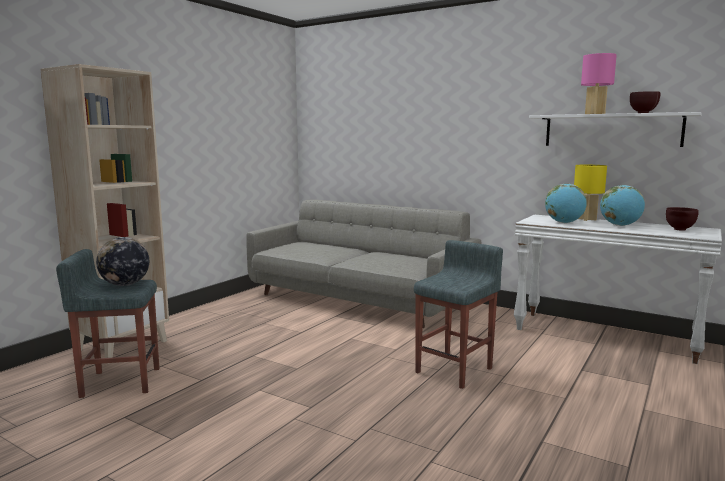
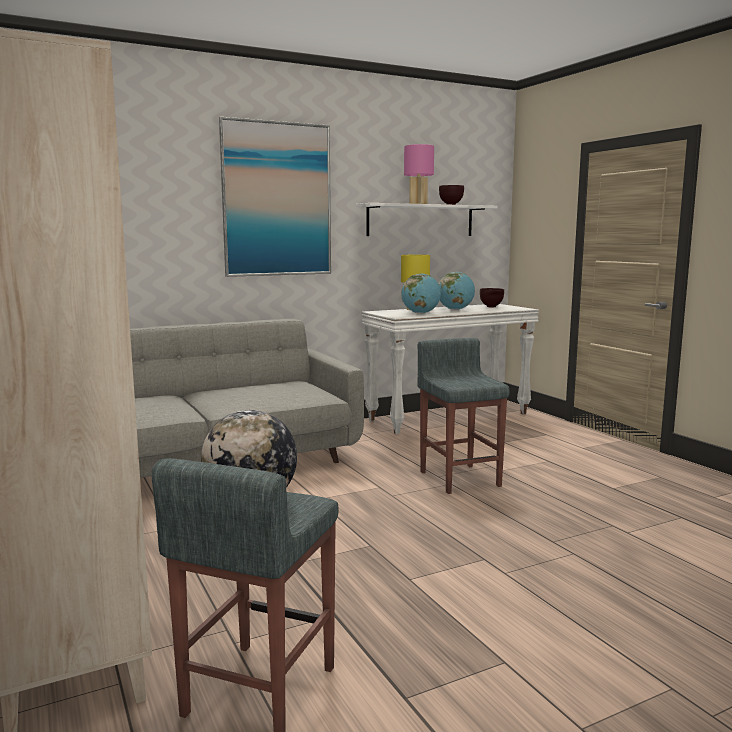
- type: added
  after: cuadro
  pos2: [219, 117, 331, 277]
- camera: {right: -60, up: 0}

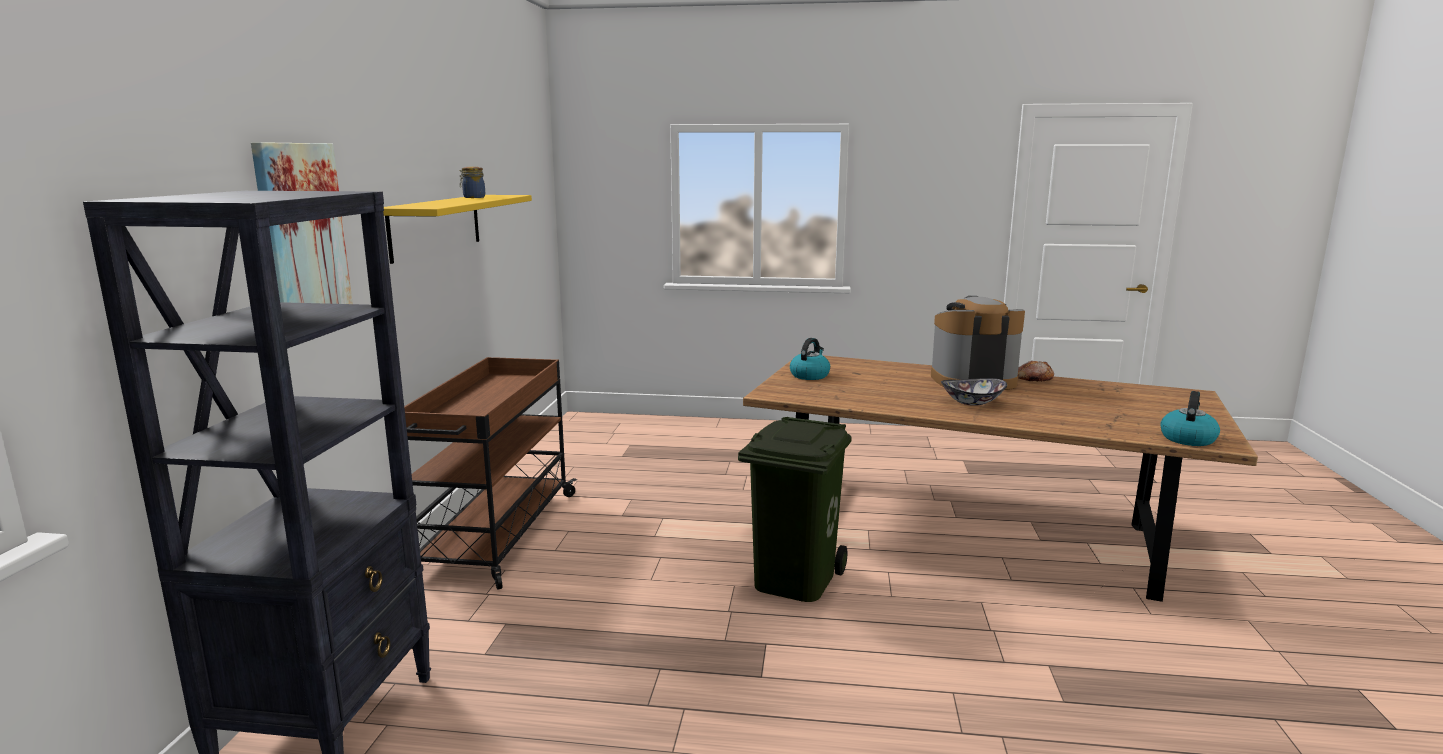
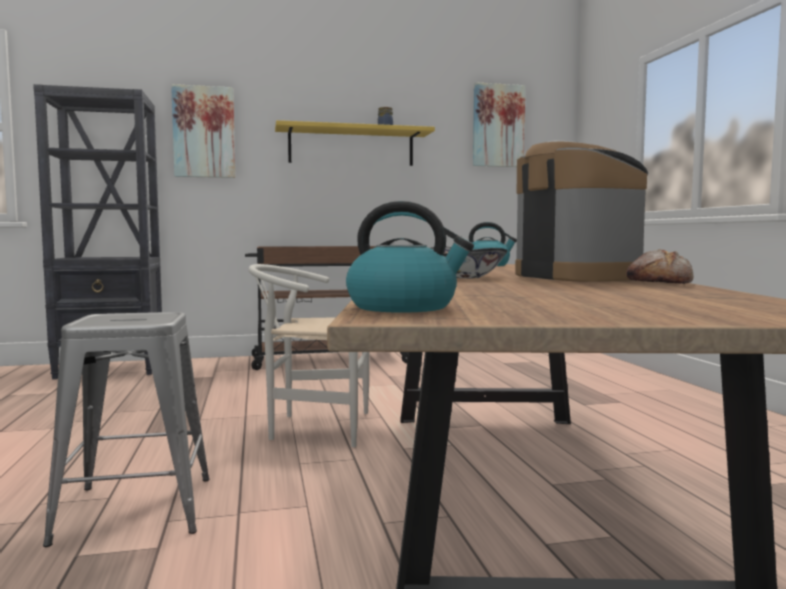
- type: replaced
  before: papelera (verde)
  after: silla (blanco)
  pos1: [738, 417, 852, 602]
  pos2: [248, 264, 369, 447]
- type: added
  after: taburete (gris)
  pos2: [43, 312, 210, 547]
- type: added
  after: cuadro
  pos2: [473, 82, 525, 167]
- camera: {right: 70, up: -10}

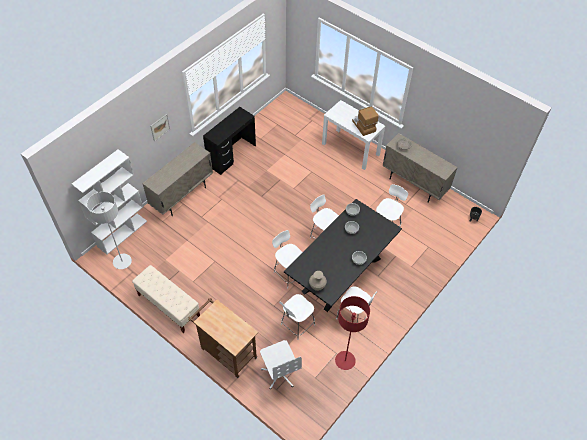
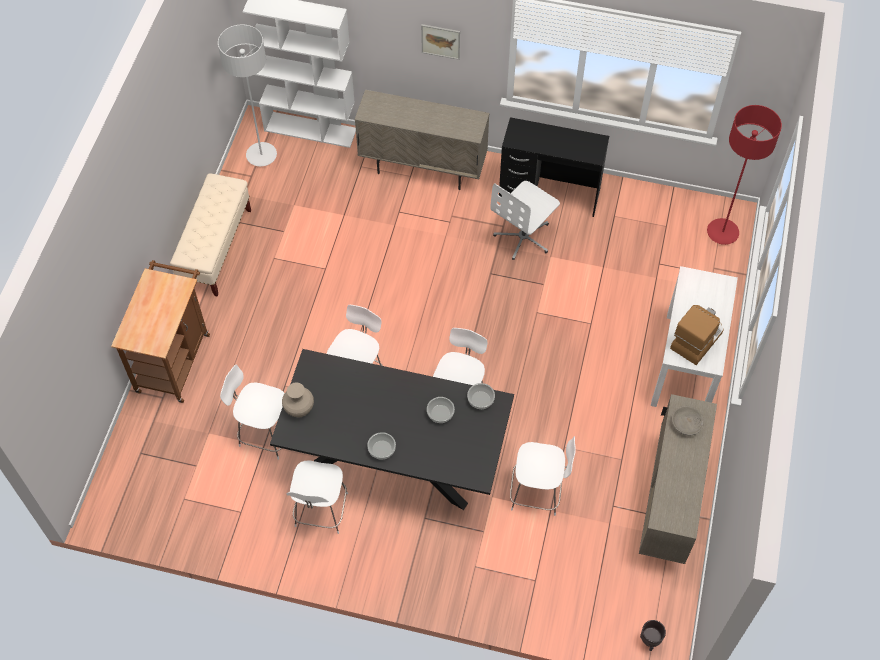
- type: moved
  before: silla de oficina (blanco)
  pos1: [260, 340, 302, 390]
  pos2: [490, 181, 560, 260]
- type: moved
  before: lámpara de pie (rojo)
  pos1: [335, 296, 370, 370]
  pos2: [707, 105, 782, 245]
- camera: {right: 65, up: 5}

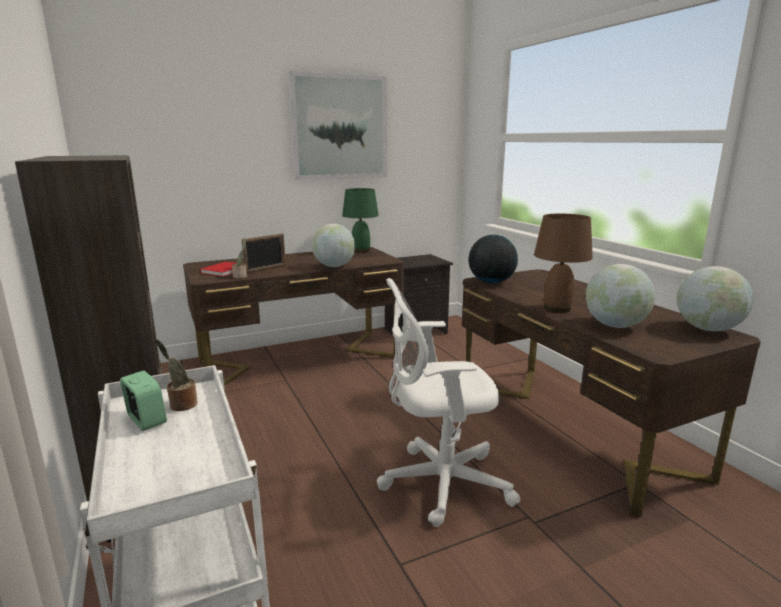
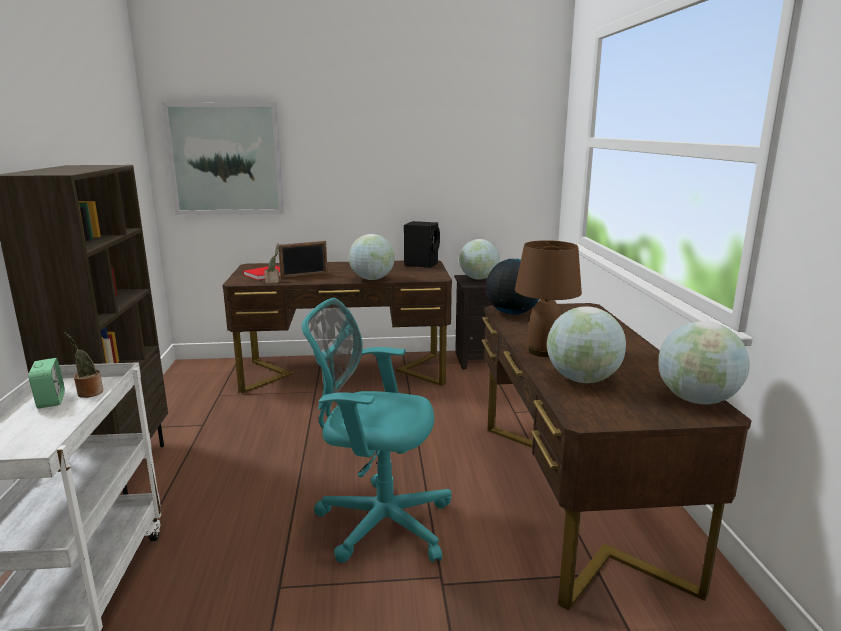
- type: moved
  before: cuadro
  pos1: [289, 71, 387, 180]
  pos2: [162, 102, 284, 215]
- type: replaced
  before: lámpara de mesa (verde)
  after: altavoz (negro)
  pos1: [342, 188, 379, 253]
  pos2: [404, 221, 440, 268]
- type: recoloured
  before: silla de oficina (blanco)
  after: silla de oficina (turquesa)
  pos1: [377, 278, 521, 527]
  pos2: [302, 298, 452, 563]
- type: added
  after: globo terráqueo
  pos2: [459, 239, 500, 280]
- camera: {right: 20, up: 0}

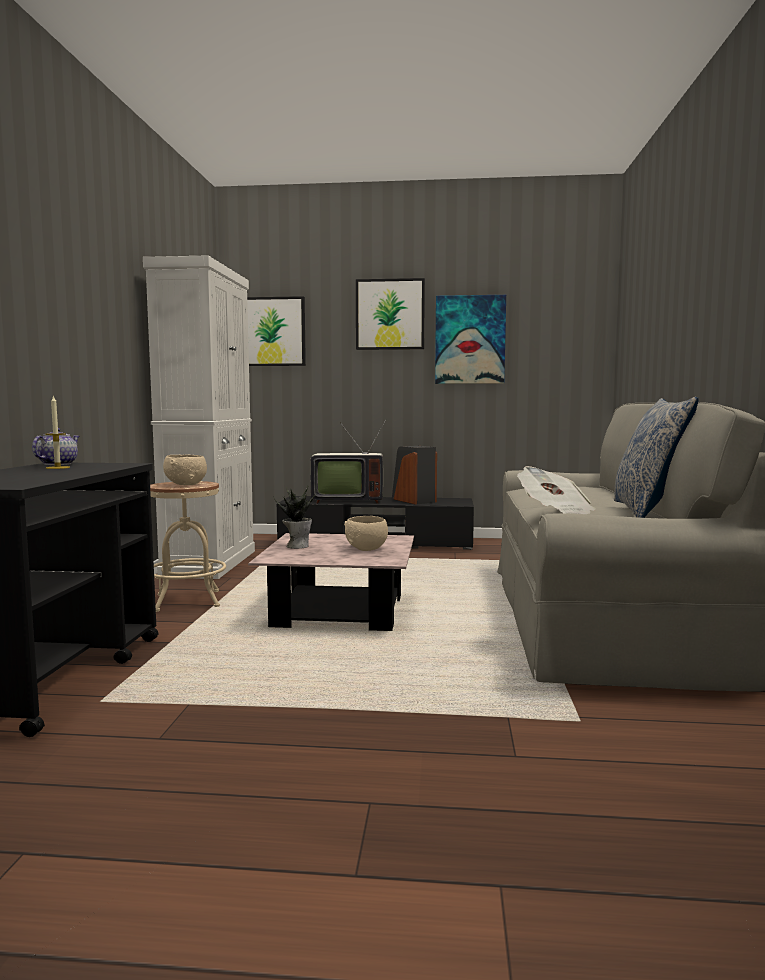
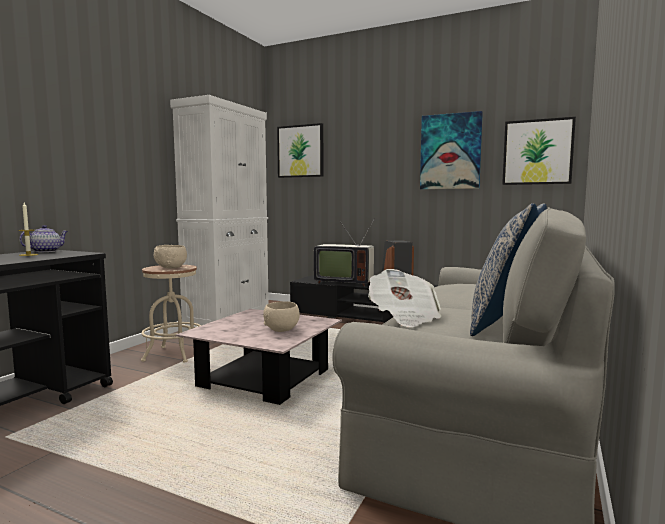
- type: removed
  before: planta en maceta
  pos1: [274, 486, 315, 549]
- type: moved
  before: cuadro
  pos1: [356, 278, 425, 350]
  pos2: [502, 117, 576, 185]
- camera: {right: 20, up: 0}

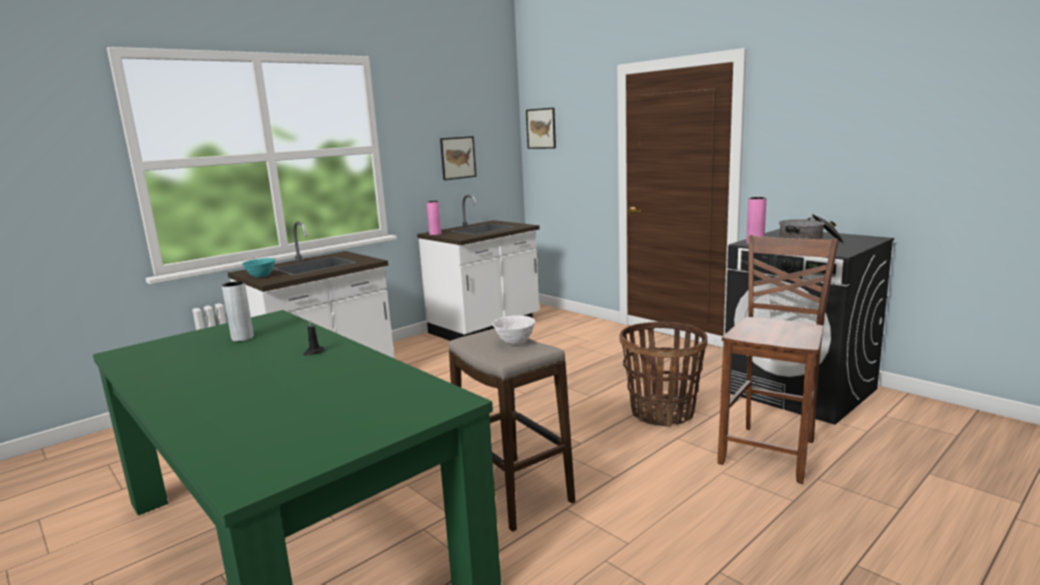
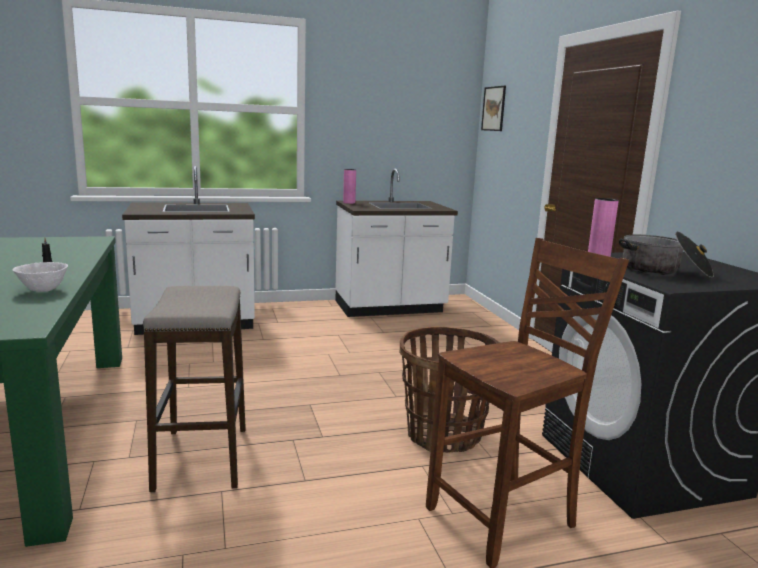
- type: removed
  before: florero (gris)
  pos1: [222, 281, 254, 342]
- type: removed
  before: cuenco (turquesa)
  pos1: [242, 258, 276, 277]
- type: removed
  before: cuadro
  pos1: [440, 136, 476, 180]
- type: moved
  before: cuenco (blanco)
  pos1: [492, 315, 535, 344]
  pos2: [12, 262, 68, 292]
- camera: {right: 25, up: 0}

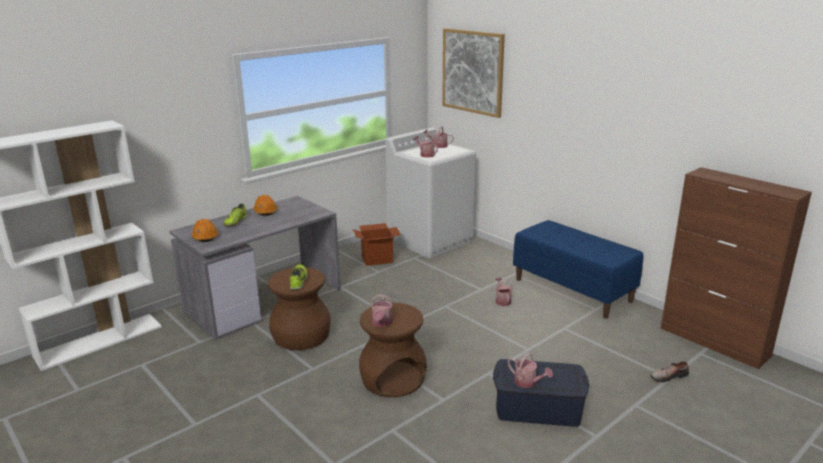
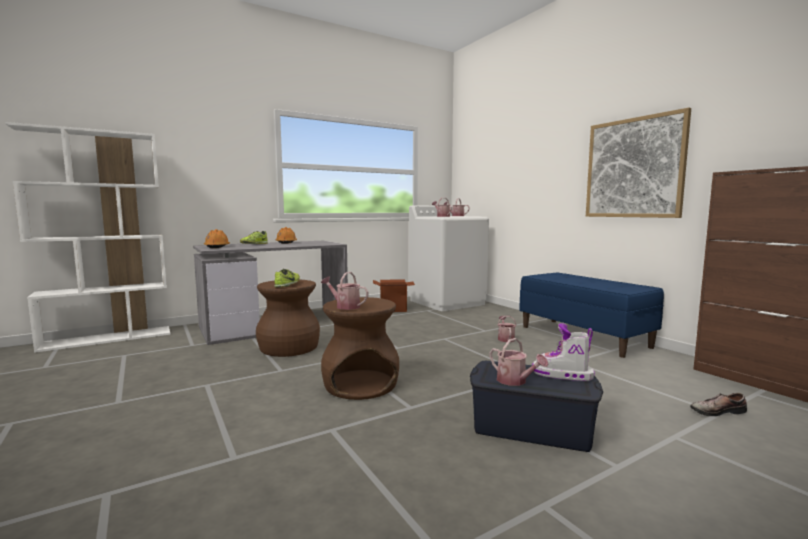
- type: turned
  before: regadera
  pos1: [370, 295, 393, 327]
  pos2: [321, 272, 369, 310]
  turn: 105
- type: moved
  before: cuadro
  pos1: [442, 28, 505, 118]
  pos2: [586, 108, 691, 218]
- type: added
  after: bota
  pos2: [532, 323, 594, 381]
- camera: {right: 10, up: -15}

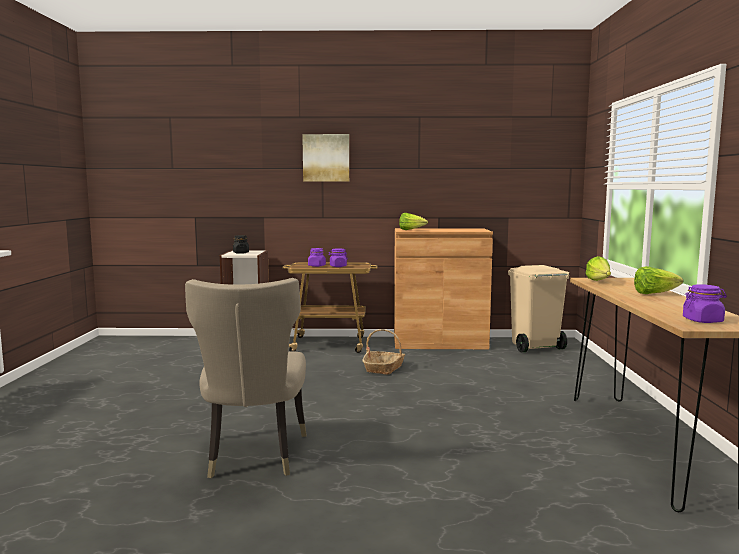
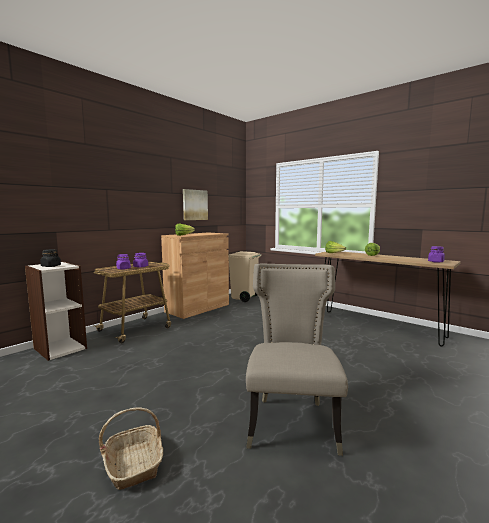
- type: turned
  before: silla (beis)
  pos1: [185, 278, 306, 478]
  pos2: [246, 264, 348, 456]
  turn: -120
- type: moved
  before: cuadro
  pos1: [302, 134, 349, 181]
  pos2: [183, 189, 208, 220]
- type: moved
  before: cesta
  pos1: [363, 329, 405, 375]
  pos2: [99, 408, 163, 490]
- camera: {right: -50, up: 0}

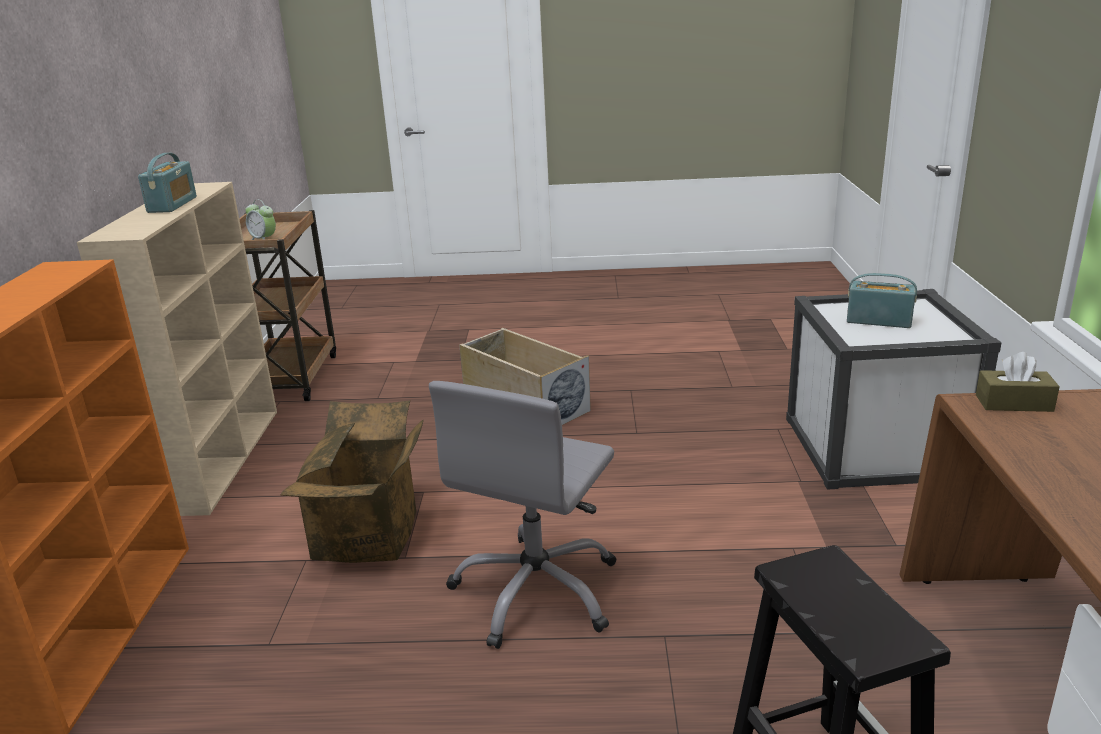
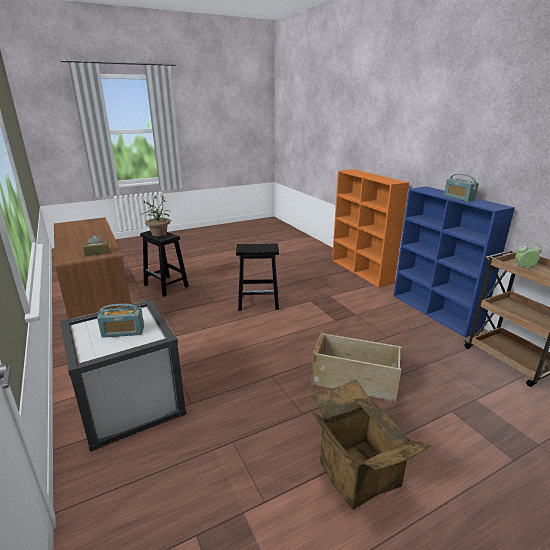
- type: recoloured
  before: estantería (beis)
  after: estantería (azul)
  pos1: [77, 182, 277, 516]
  pos2: [393, 186, 515, 338]
- type: moved
  before: caja de cartón
  pos1: [280, 400, 424, 563]
  pos2: [311, 380, 431, 510]
- type: replaced
  before: silla de oficina (gris)
  after: taburete (negro)
  pos1: [429, 381, 616, 649]
  pos2: [236, 243, 279, 311]
- type: added
  after: planta en maceta
  pos2: [141, 195, 171, 237]
- camera: {right: 150, up: 0}

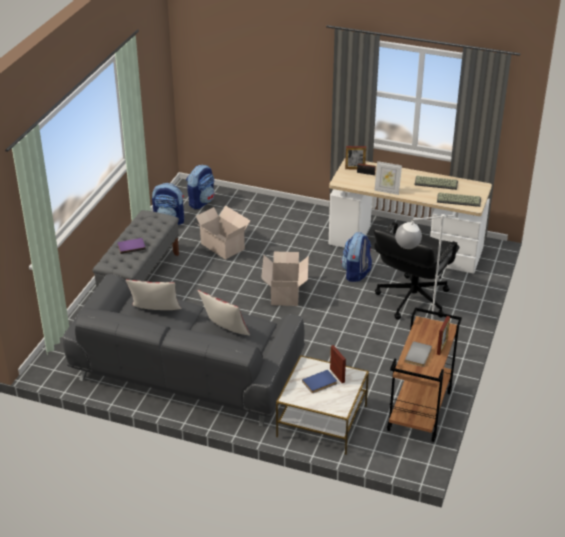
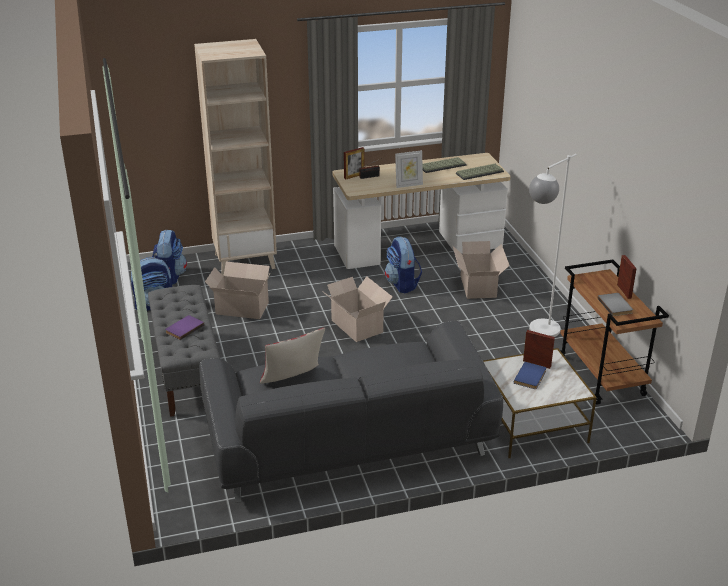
- type: removed
  before: cojín
  pos1: [198, 290, 250, 336]
- type: replaced
  before: silla de oficina (negro)
  after: caja de cartón
  pos1: [374, 222, 459, 320]
  pos2: [452, 241, 510, 299]
- type: added
  after: estantería (beis)
  pos2: [194, 39, 277, 276]
- camera: {right: -35, up: -5}

